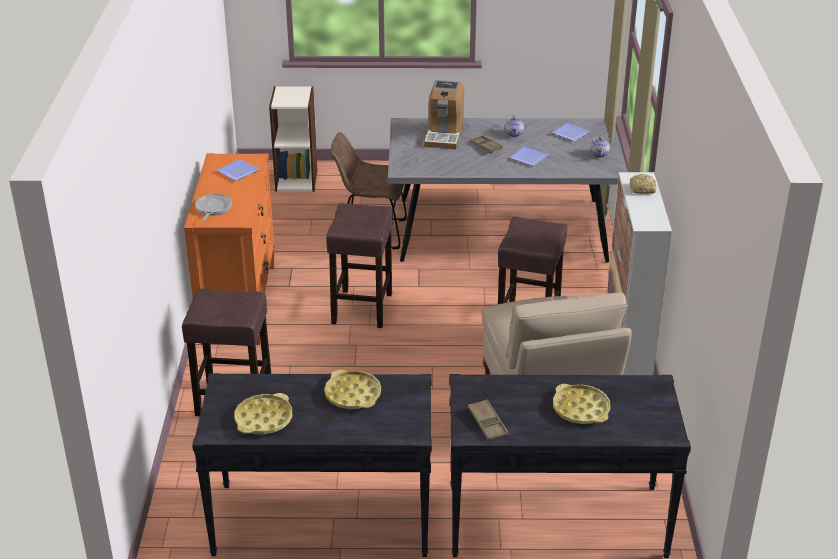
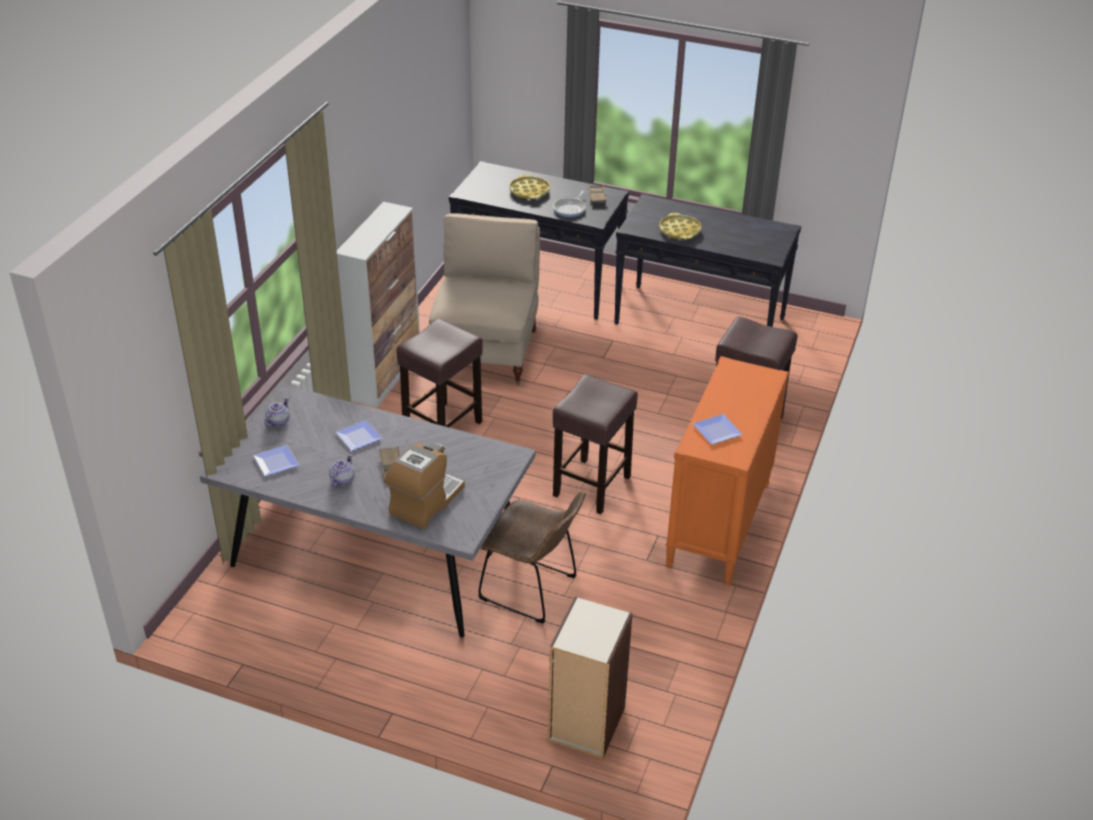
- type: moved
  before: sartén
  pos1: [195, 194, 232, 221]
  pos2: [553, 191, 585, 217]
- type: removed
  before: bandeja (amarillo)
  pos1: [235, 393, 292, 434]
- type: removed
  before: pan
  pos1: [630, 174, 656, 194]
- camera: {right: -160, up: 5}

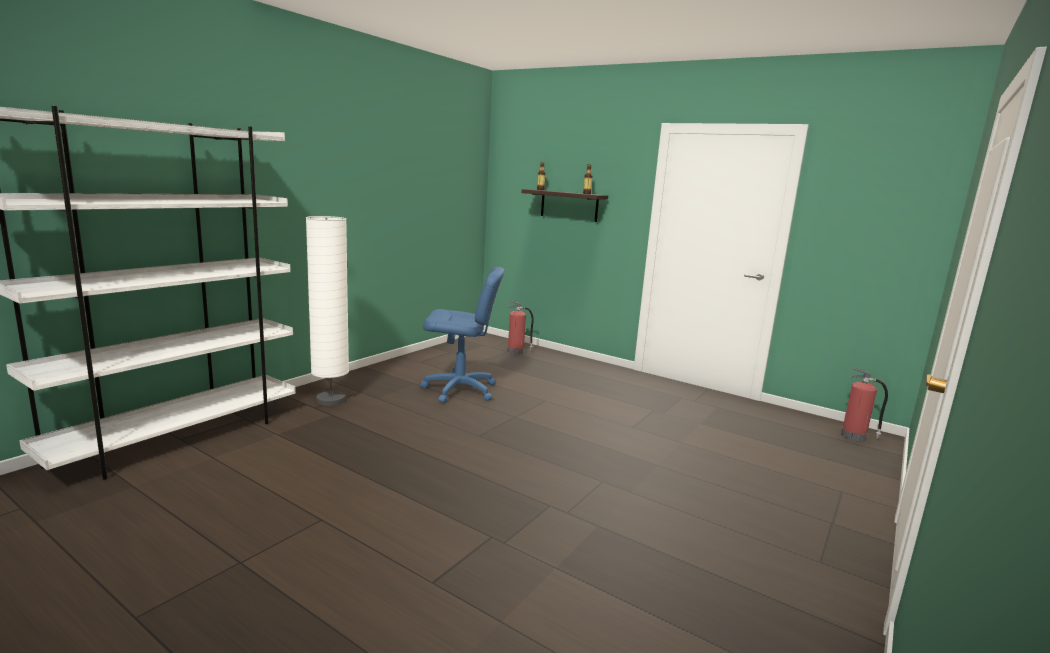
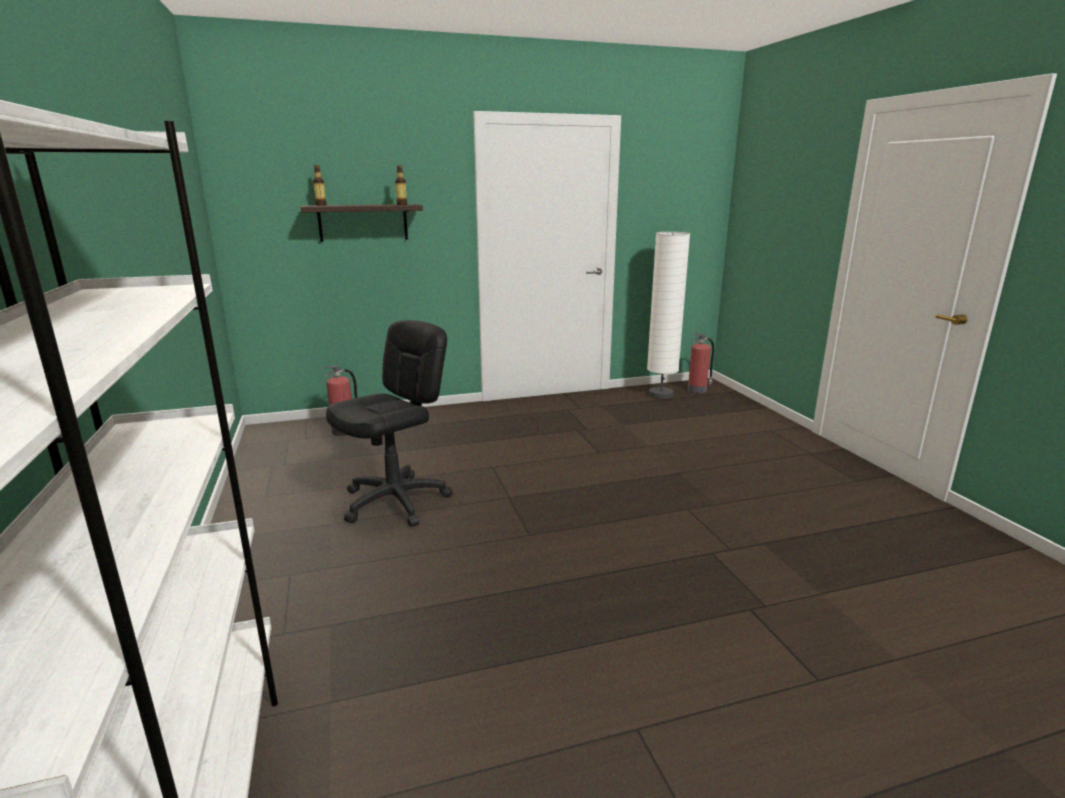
- type: moved
  before: lámpara de pie (blanco)
  pos1: [306, 216, 349, 406]
  pos2: [647, 232, 690, 399]
- type: recoloured
  before: silla de oficina (azul)
  after: silla de oficina (negro)
  pos1: [420, 267, 505, 403]
  pos2: [326, 320, 453, 527]
- camera: {right: -50, up: 5}

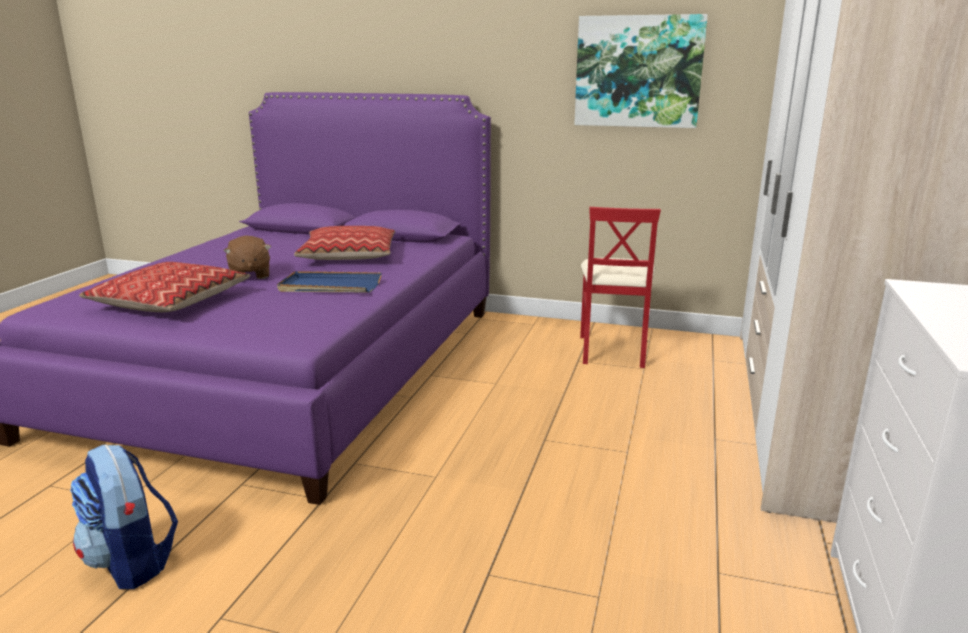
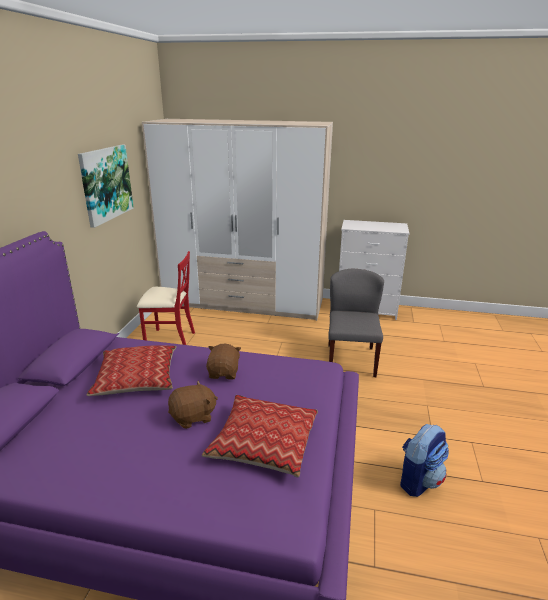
- type: replaced
  before: bandeja (azul)
  after: peluche (marrón)
  pos1: [277, 271, 382, 293]
  pos2: [206, 344, 241, 380]
- type: added
  after: silla (gris)
  pos2: [328, 269, 384, 377]
- camera: {right: -95, up: 5}

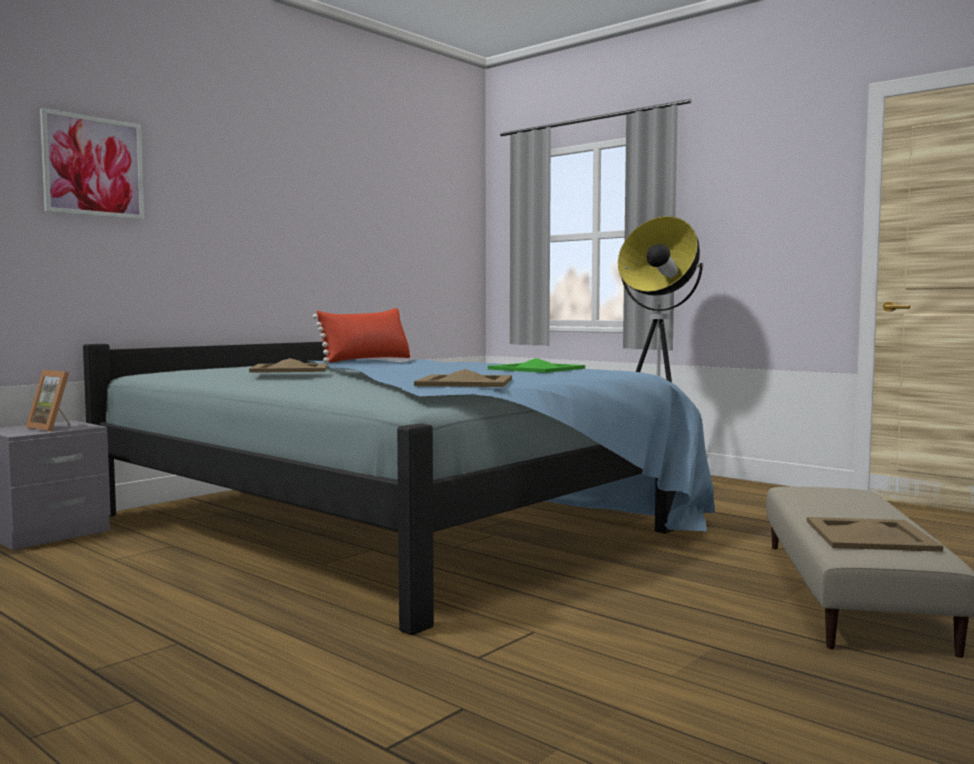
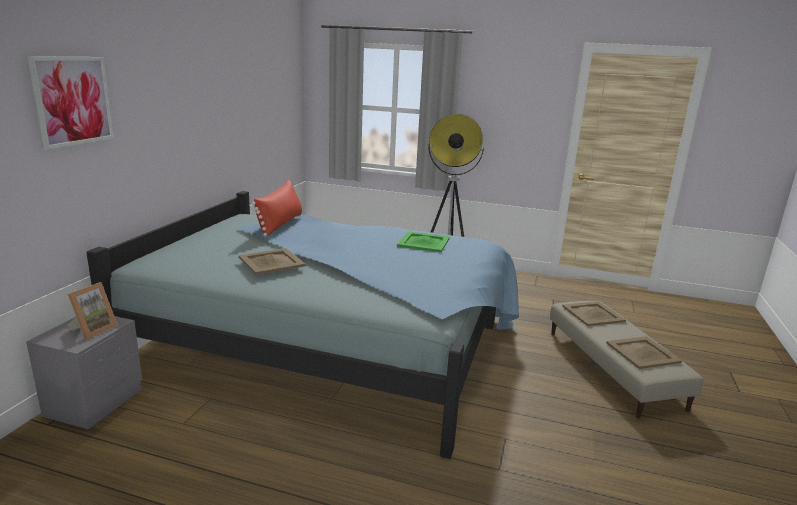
- type: turned
  before: portarretratos
  pos1: [26, 370, 71, 432]
  pos2: [67, 282, 118, 339]
  turn: -75
- type: moved
  before: bandeja (beis)
  pos1: [414, 369, 512, 387]
  pos2: [562, 301, 626, 326]
- camera: {right: -25, up: 15}

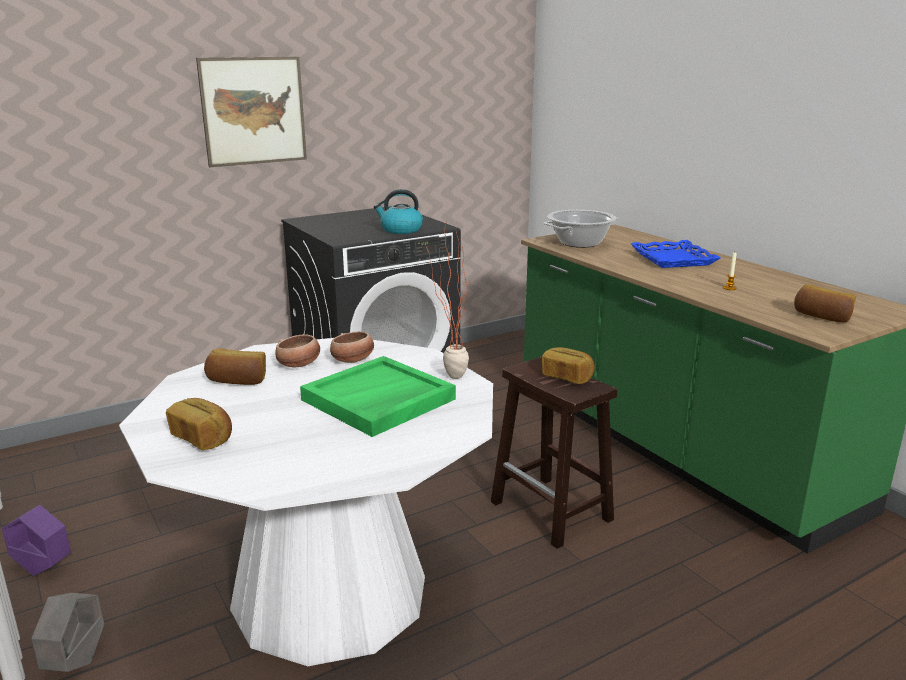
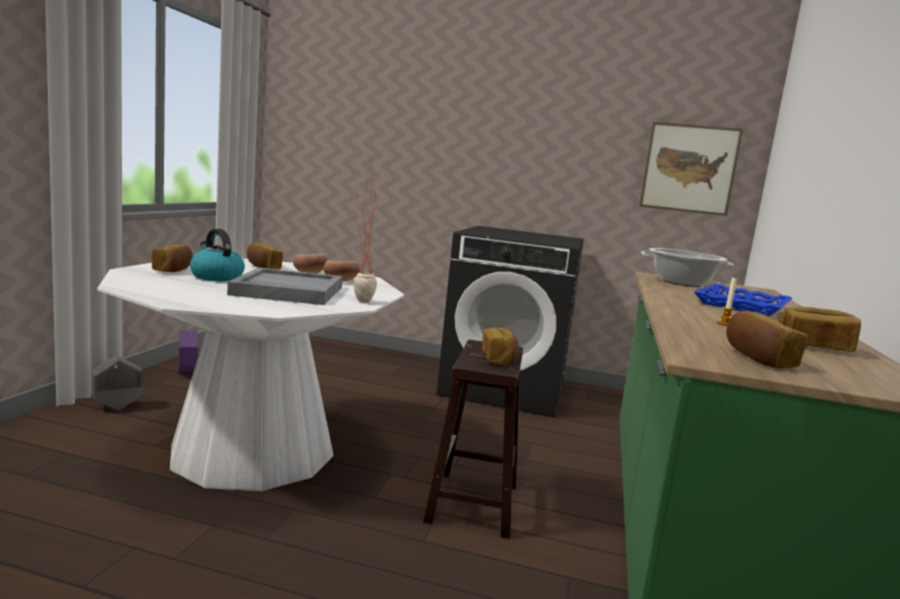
- type: moved
  before: cuadro
  pos1: [196, 57, 307, 167]
  pos2: [639, 122, 743, 216]
- type: recoloured
  before: bandeja (verde)
  after: bandeja (gris)
  pos1: [300, 356, 456, 437]
  pos2: [227, 267, 343, 305]
- type: moved
  before: hervidor
  pos1: [374, 189, 423, 234]
  pos2: [190, 229, 245, 281]
- type: added
  after: pan
  pos2: [779, 307, 861, 352]
- camera: {right: 45, up: -10}

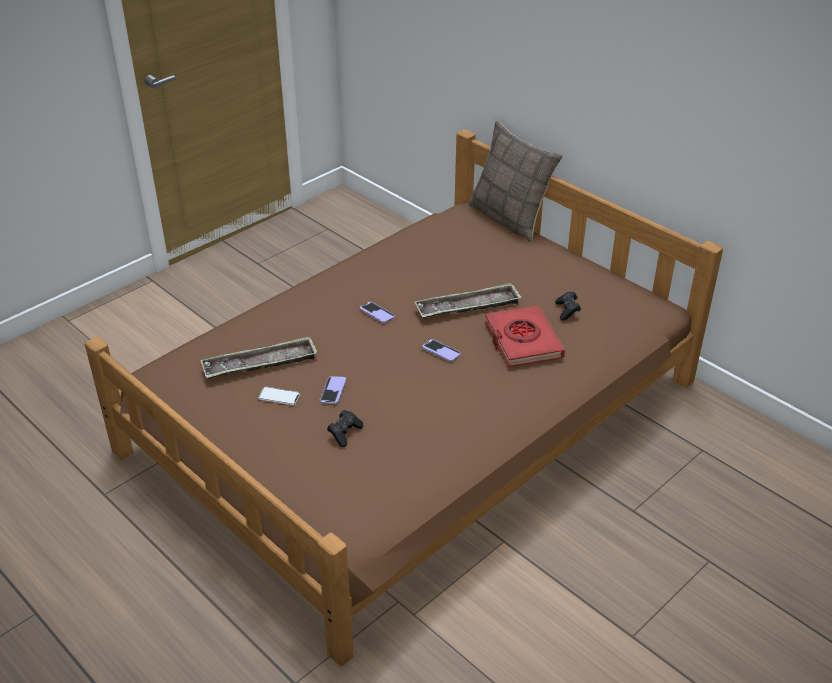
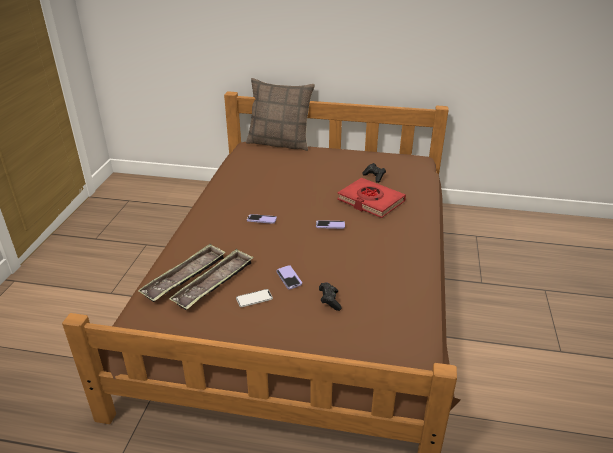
- type: moved
  before: bandeja
  pos1: [415, 282, 521, 318]
  pos2: [138, 243, 226, 302]
- camera: {right: -35, up: -5}

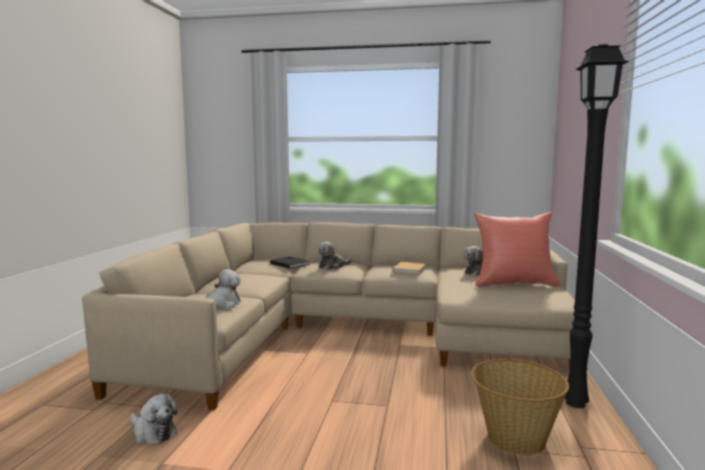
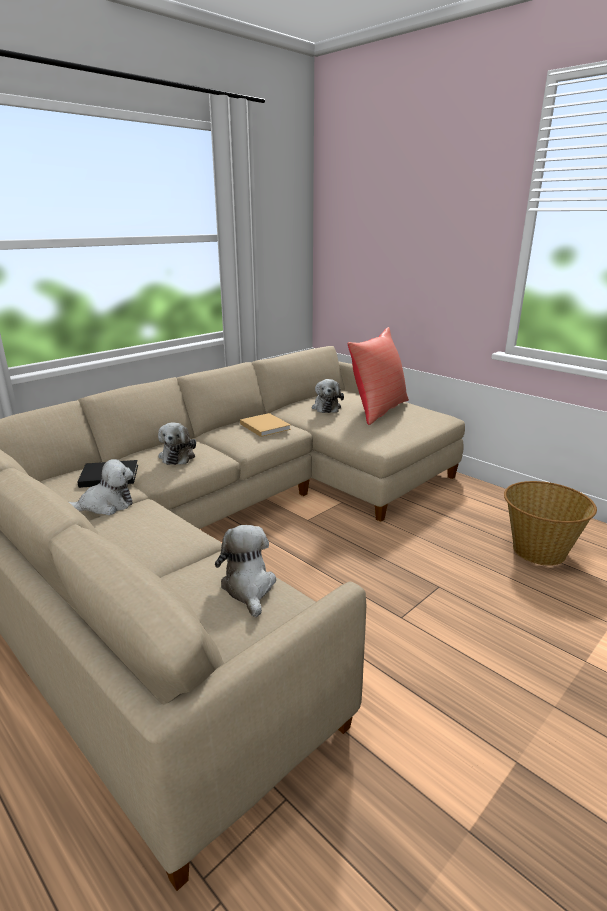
- type: moved
  before: peluche
  pos1: [131, 394, 177, 444]
  pos2: [69, 459, 133, 515]
- type: removed
  before: lámpara de pie (negro)
  pos1: [565, 44, 629, 408]
- camera: {right: -55, up: 15}

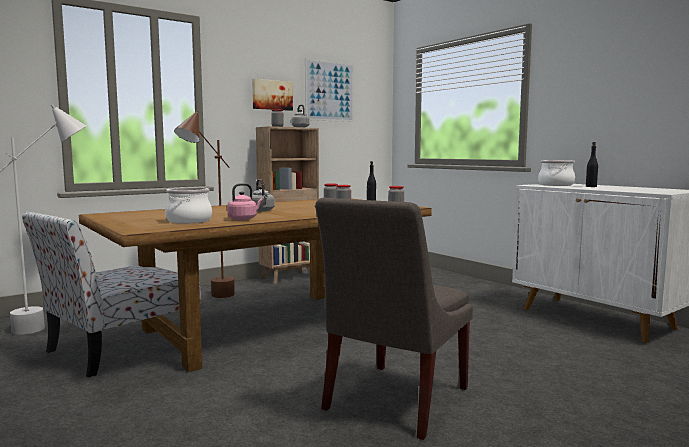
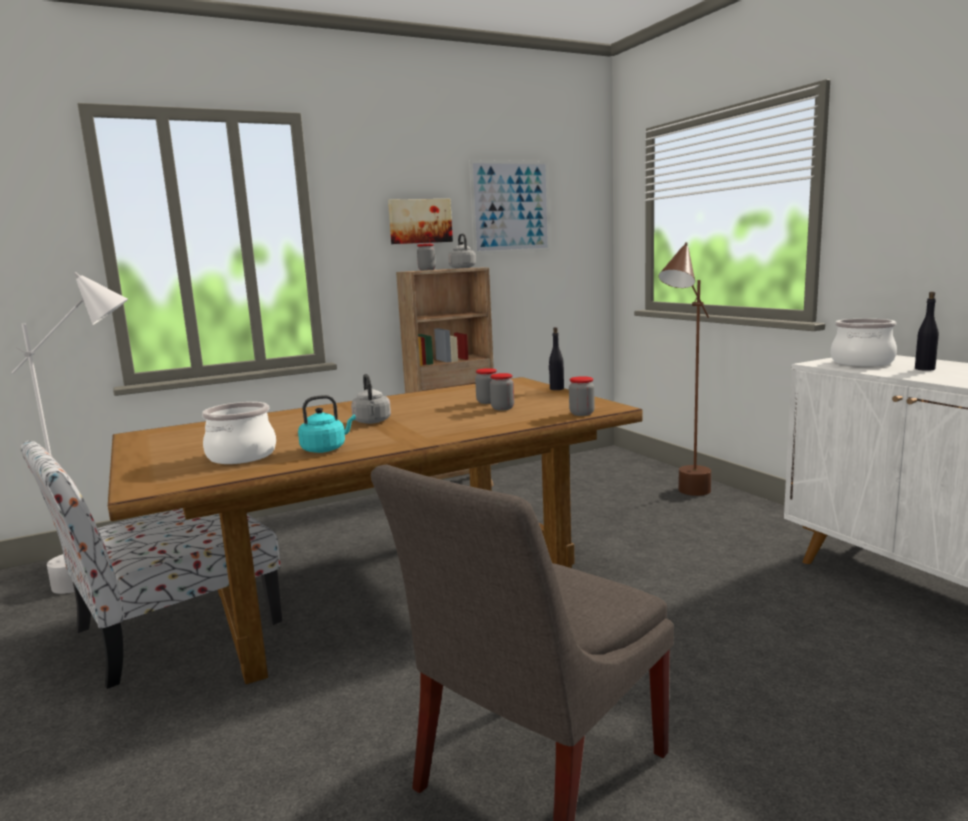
- type: moved
  before: lámpara de pie (marrón)
  pos1: [174, 110, 235, 298]
  pos2: [659, 242, 711, 496]
- type: recoloured
  before: hervidor (rosa)
  after: hervidor (turquesa)
  pos1: [227, 183, 263, 220]
  pos2: [298, 395, 356, 453]
- camera: {right: 10, up: 5}

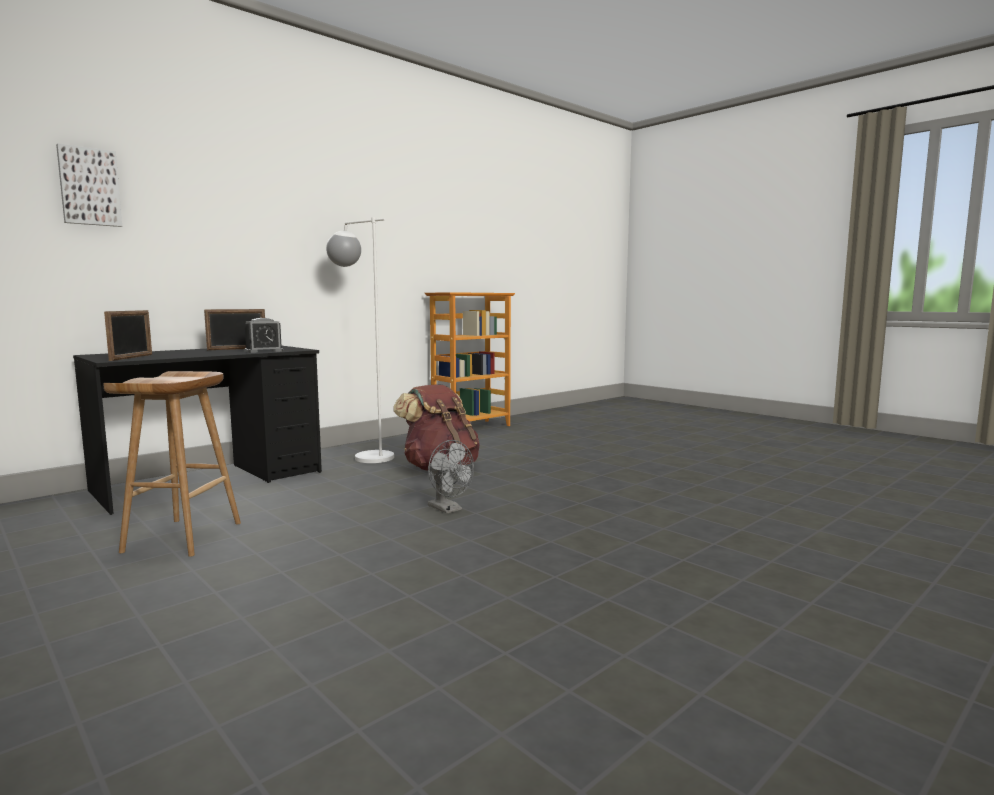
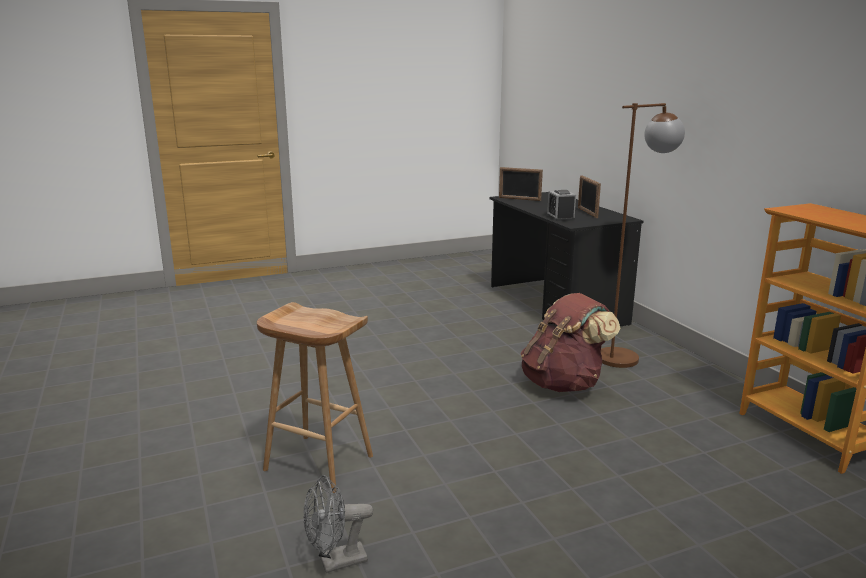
- type: removed
  before: cuadro
  pos1: [56, 143, 122, 227]
- type: moved
  before: taburete (marrón)
  pos1: [103, 371, 241, 557]
  pos2: [257, 302, 373, 493]
- type: recoloured
  before: lámpara de pie (blanco)
  after: lámpara de pie (marrón)
  pos1: [326, 217, 394, 463]
  pos2: [601, 103, 685, 368]
- type: moved
  before: ventilador (gris)
  pos1: [428, 440, 474, 514]
  pos2: [304, 475, 373, 573]
- camera: {right: 110, up: 10}

